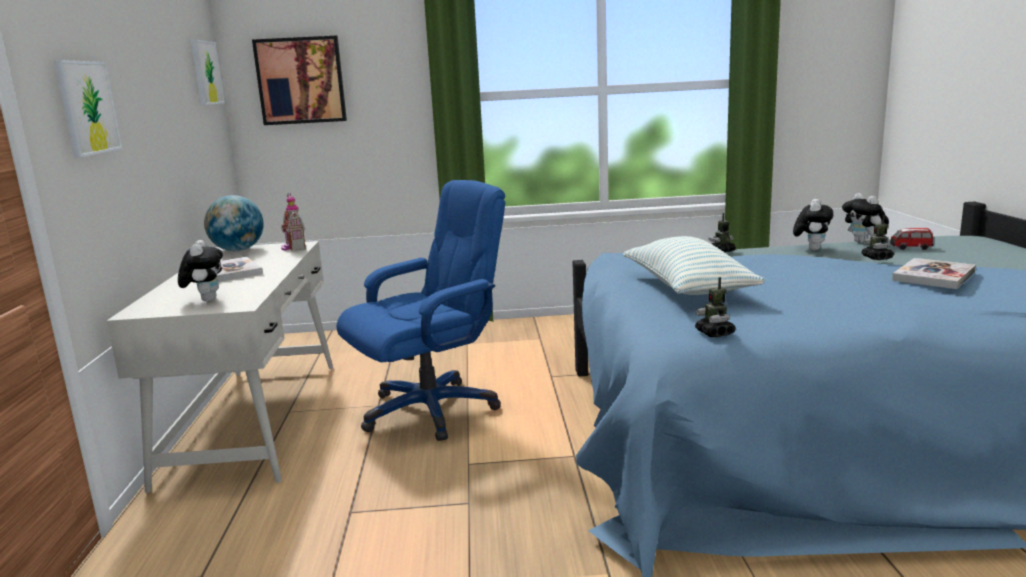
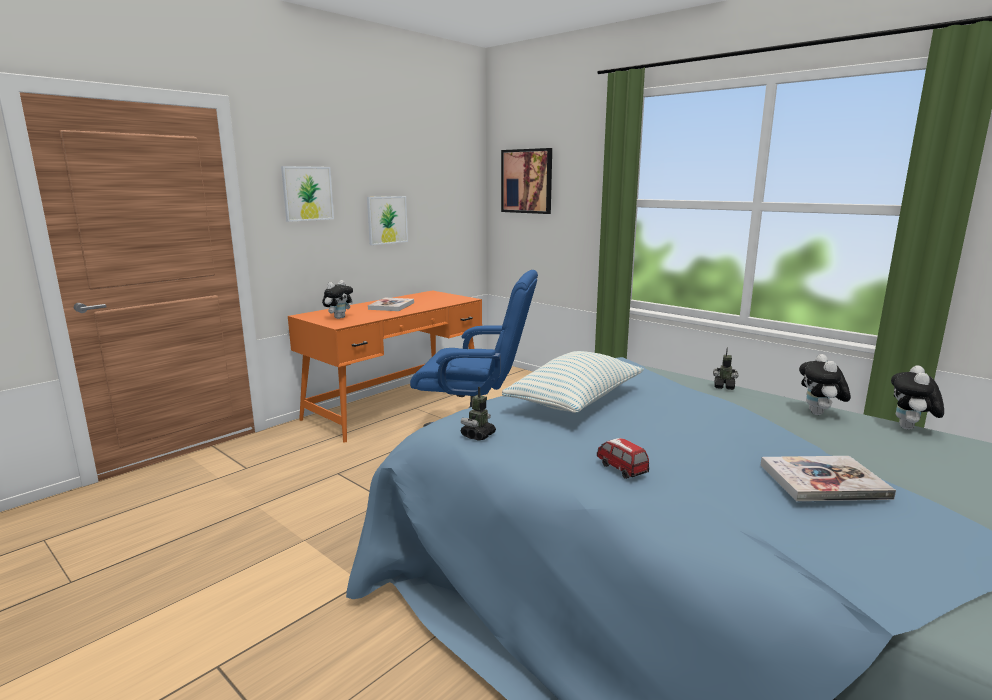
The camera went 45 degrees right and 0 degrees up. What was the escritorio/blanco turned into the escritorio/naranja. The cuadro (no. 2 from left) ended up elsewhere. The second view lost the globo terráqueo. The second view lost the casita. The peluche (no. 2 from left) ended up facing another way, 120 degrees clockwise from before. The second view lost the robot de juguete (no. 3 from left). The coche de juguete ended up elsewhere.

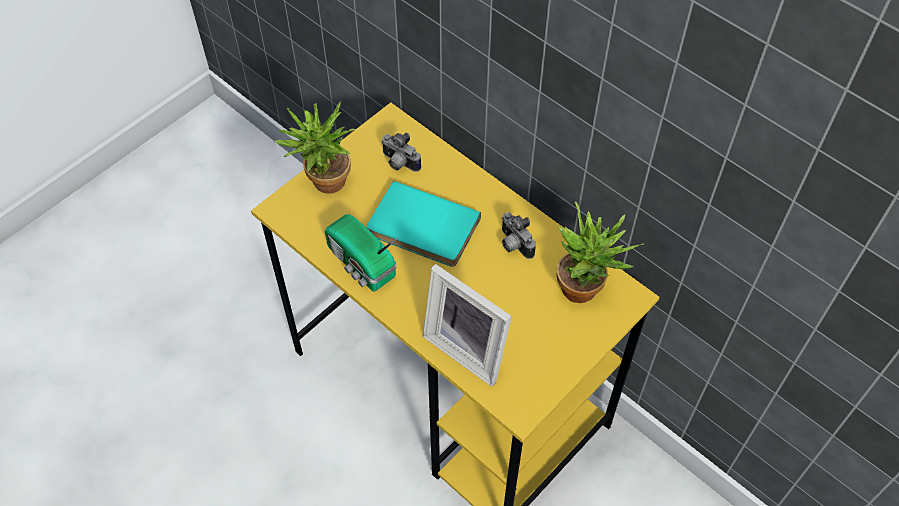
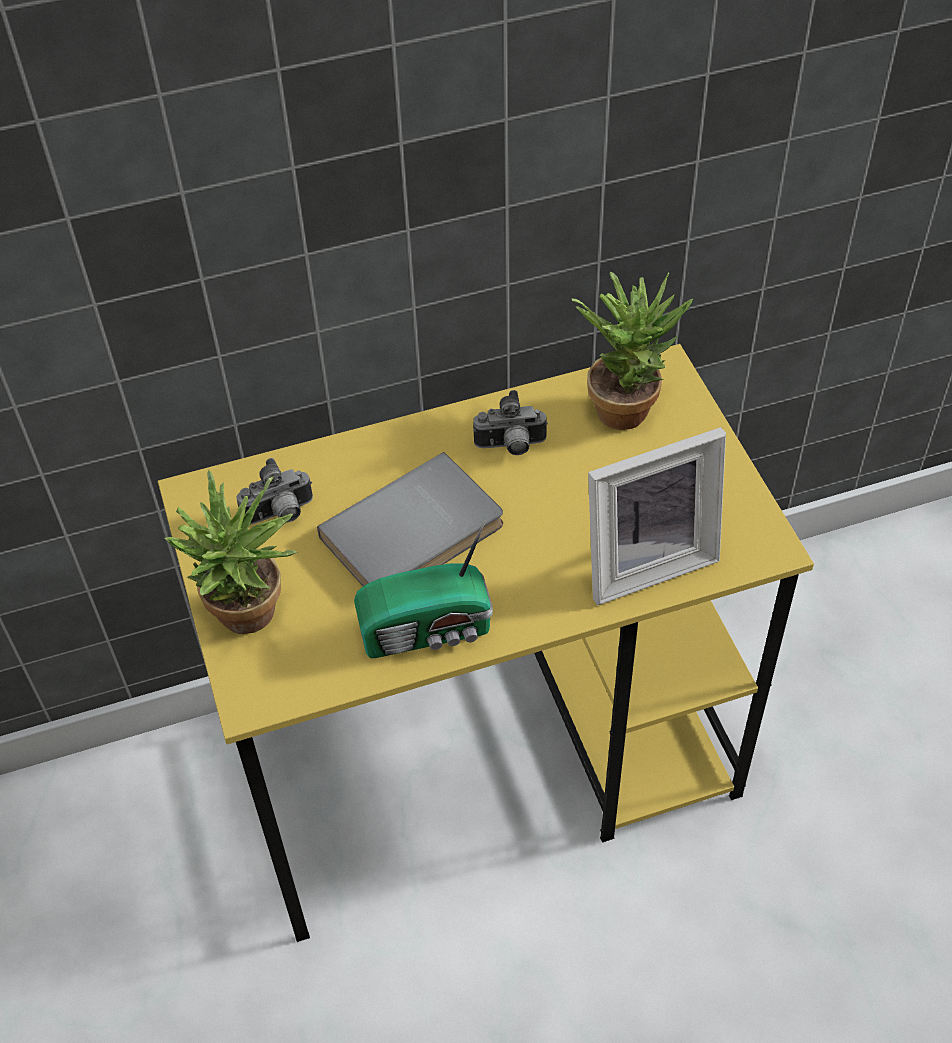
The camera went 60 degrees left and 5 degrees down. What was the libro/turquesa turned into the libro/gris.

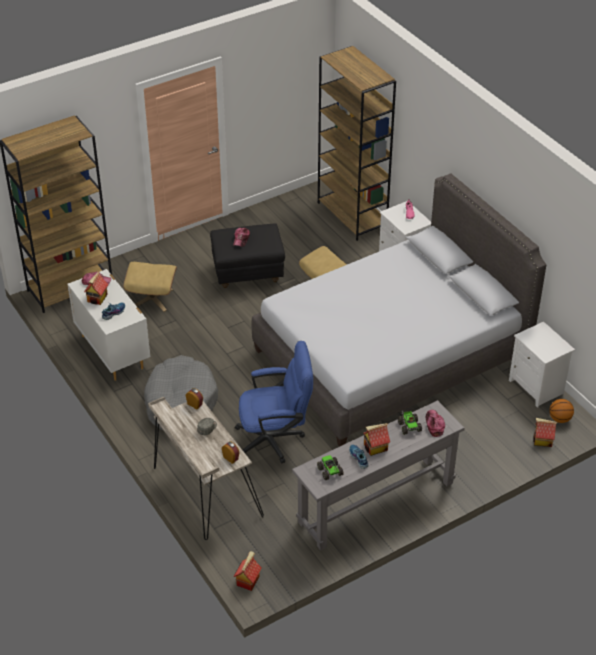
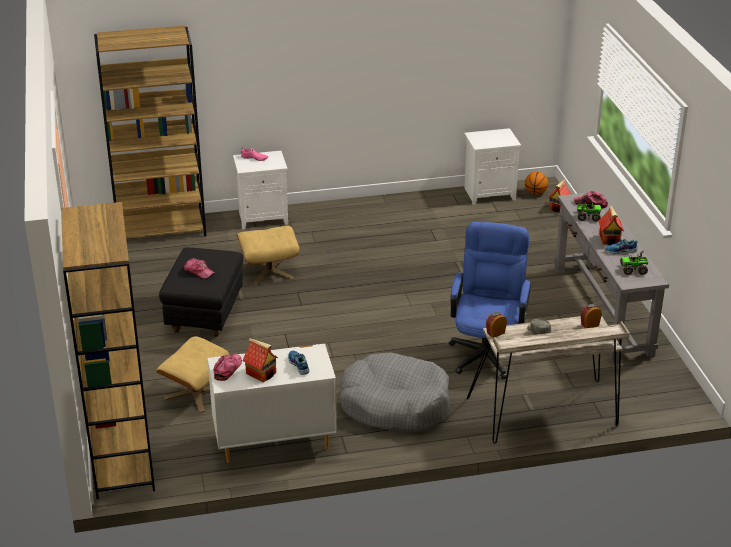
The camera went 70 degrees left and 10 degrees down. The second view lost the casita (no. 2 from left). The second view lost the cama/gris.

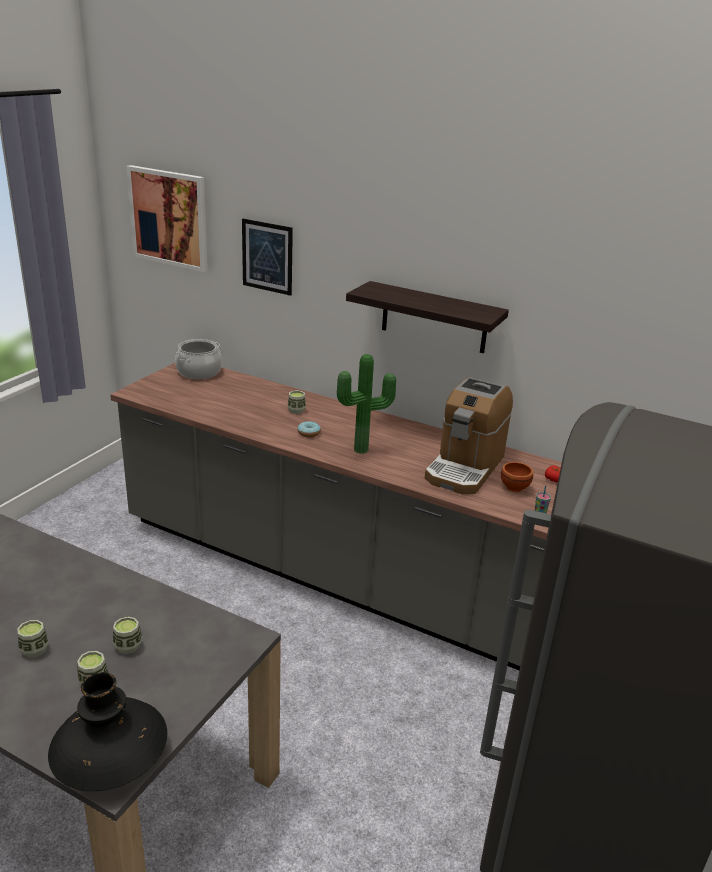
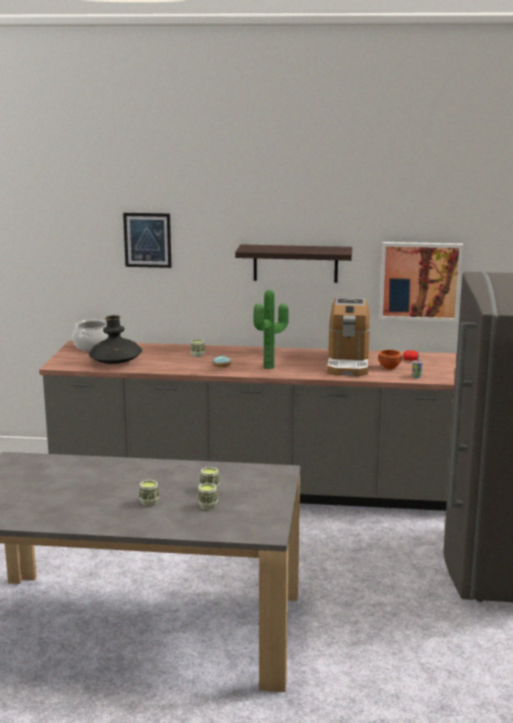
The camera went 20 degrees left and 10 degrees down. The florero/negro ended up elsewhere. The cuadro (no. 1 from left in the first image) ended up elsewhere.

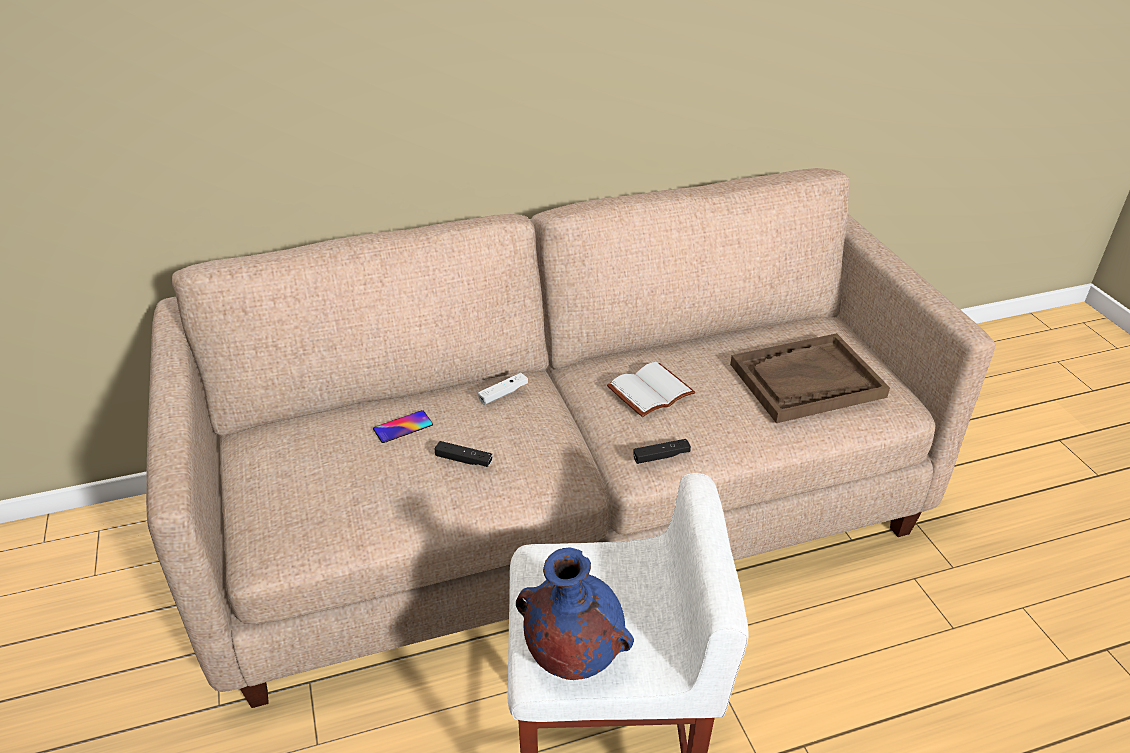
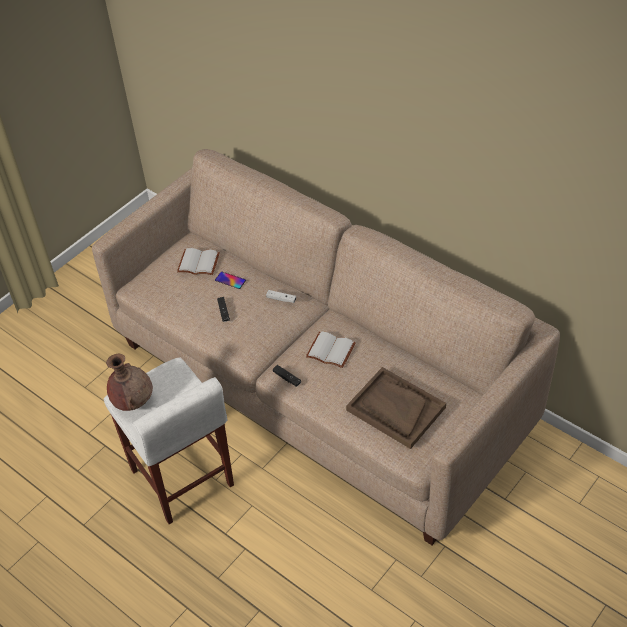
The camera went 60 degrees right and 10 degrees up. What was the florero/azul turned into the florero/marrón. The second view gained the libro/blanco (no. 1 from left).

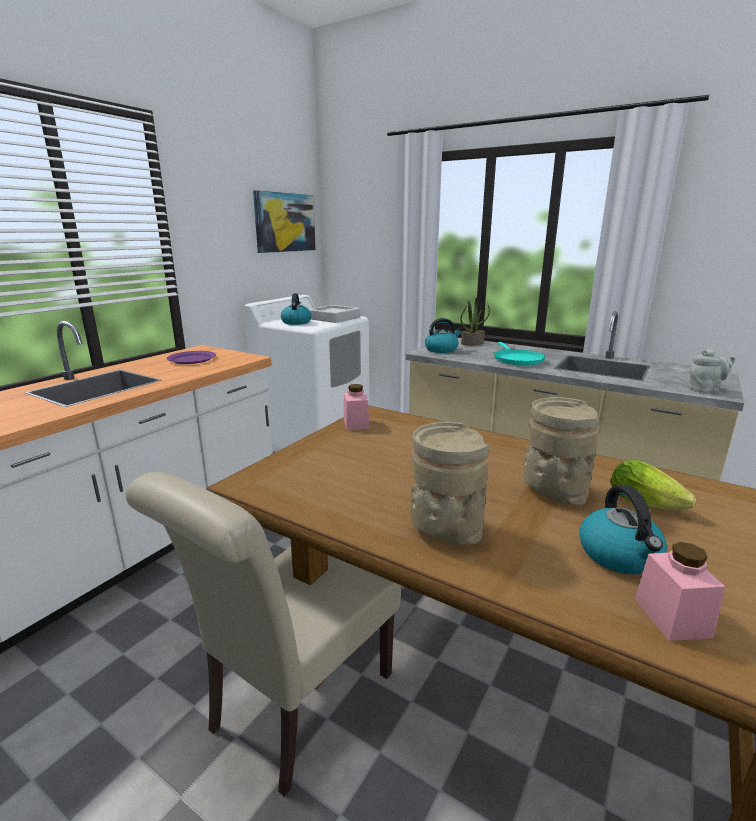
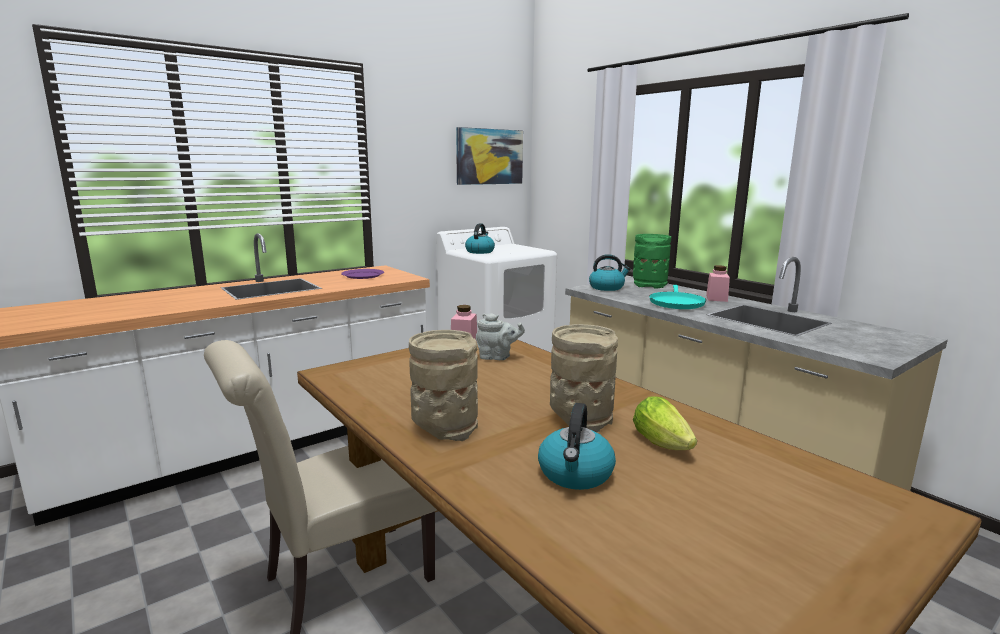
The camera went 20 degrees right and 5 degrees down. The second view lost the bandeja/gris. Where the planta en maceta stood, the florero/verde came to stand. The tarro/rosa (no. 2 from left) ended up elsewhere. The tetera/gris ended up elsewhere.

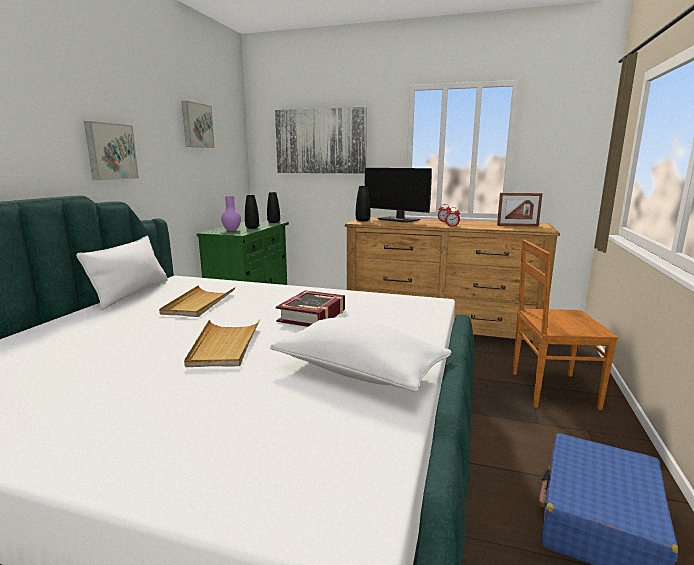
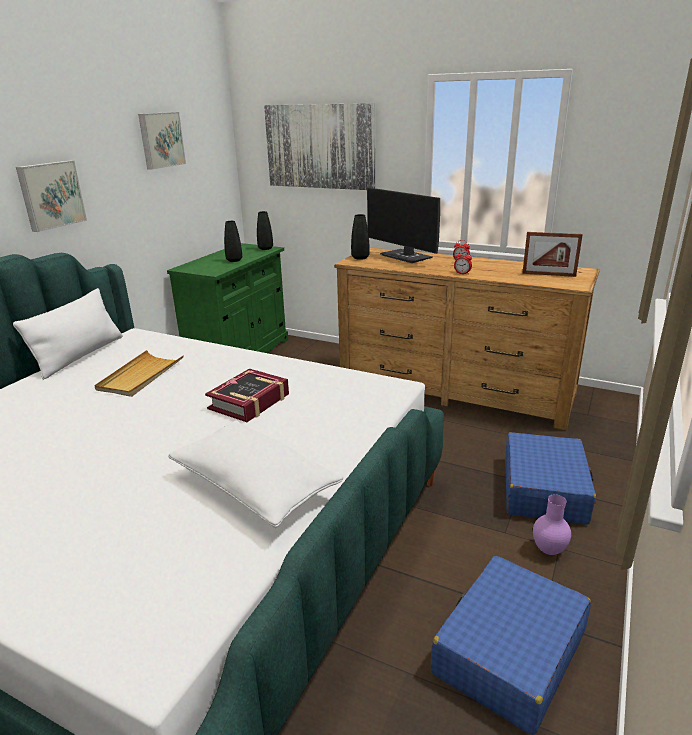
The camera went 10 degrees right and 10 degrees up. The second view lost the bandeja/beis (no. 2 from left). The florero/morado ended up elsewhere. Where the silla/marrón stood, the maleta/azul (no. 2 from left) came to stand.

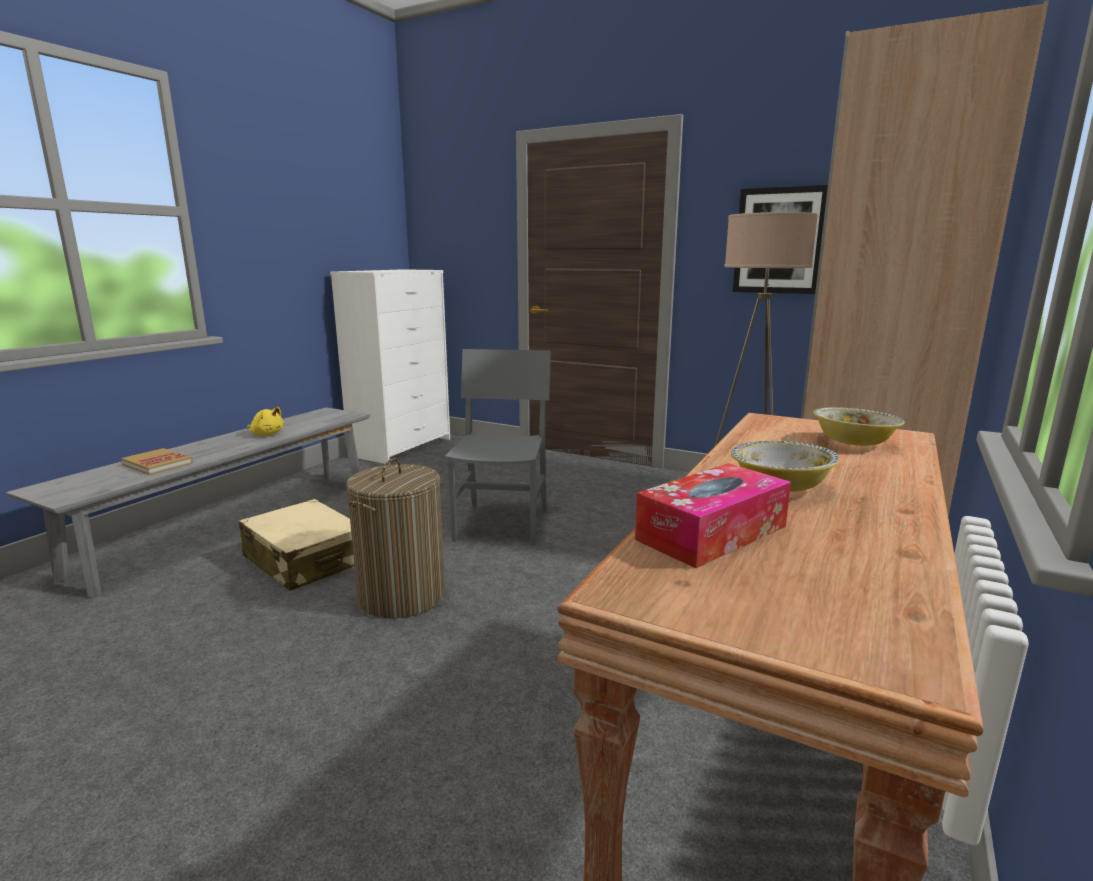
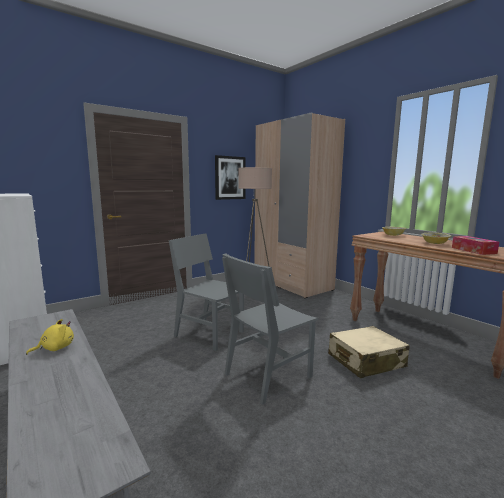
The camera went 65 degrees left and 5 degrees down. The second view lost the libro. The maleta/beis ended up elsewhere. Where the cesto de la ropa stood, the silla/gris (no. 2 from left) came to stand.

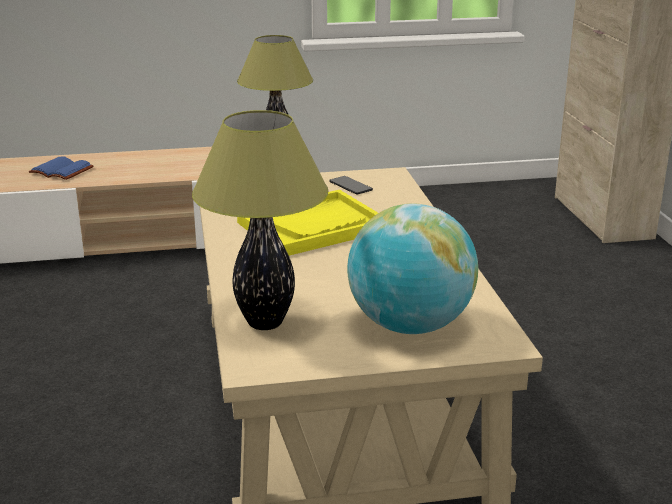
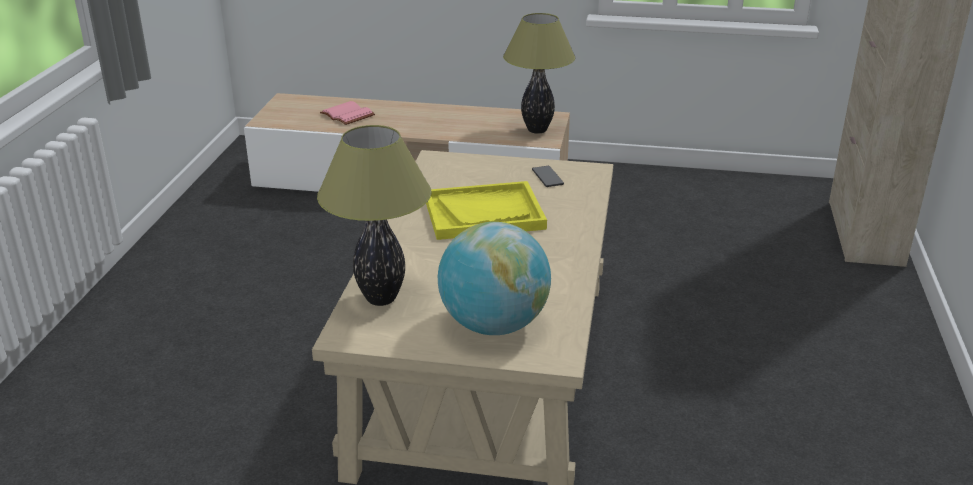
The camera went 20 degrees right and 5 degrees up. What was the libro/azul turned into the libro/rosa.

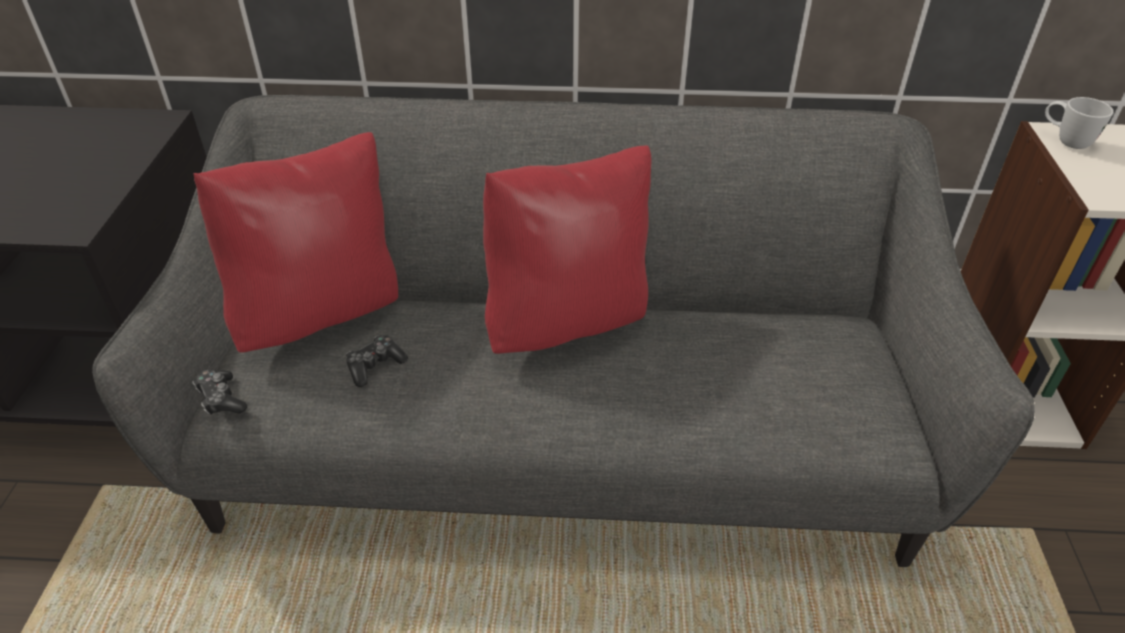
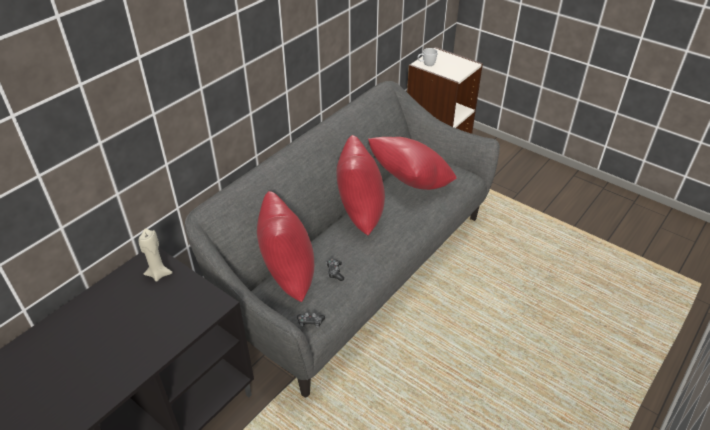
The camera went 55 degrees left and 0 degrees up. The second view gained the vela/beis. The second view gained the cojín/rojo (no. 3 from left).

